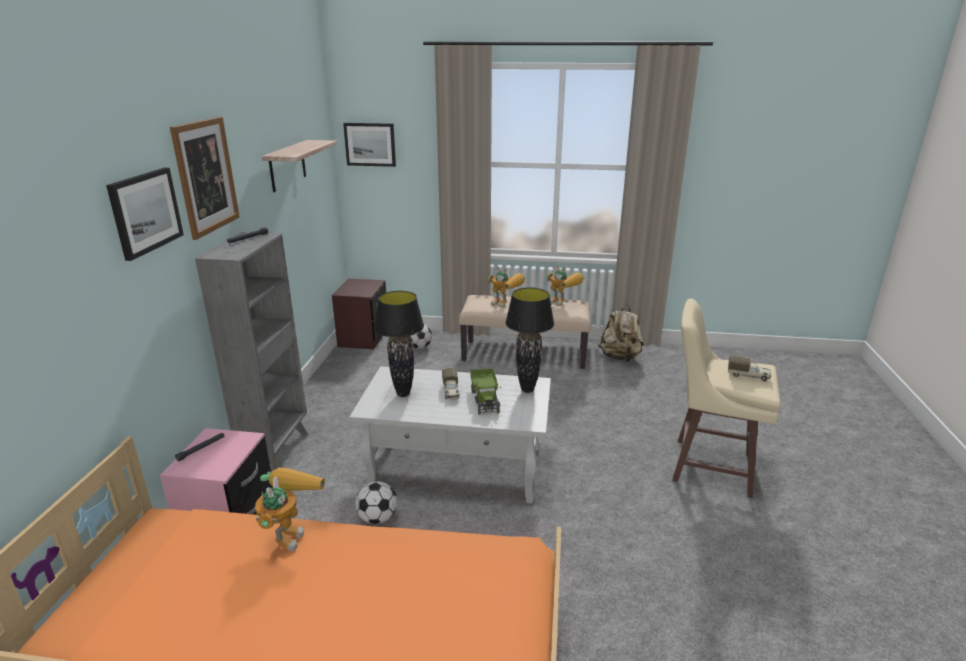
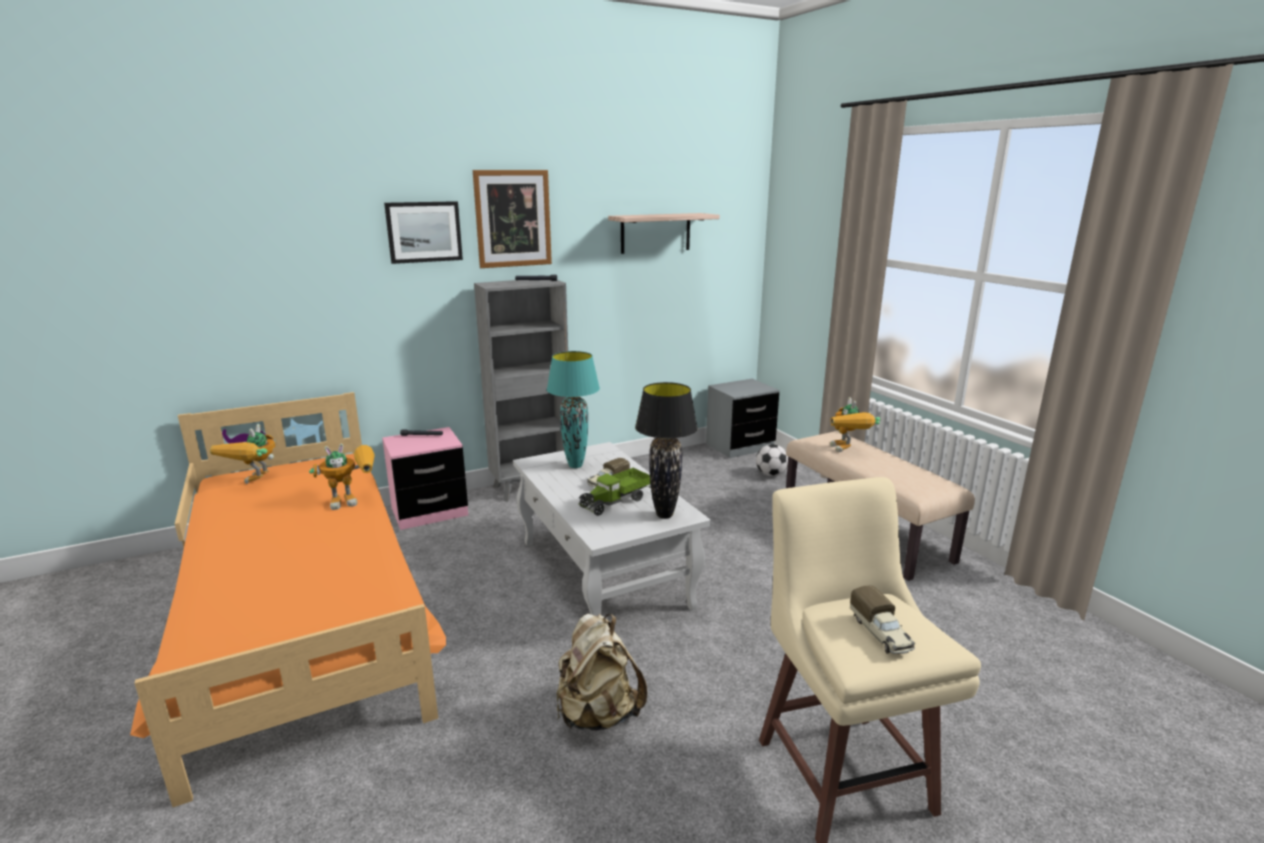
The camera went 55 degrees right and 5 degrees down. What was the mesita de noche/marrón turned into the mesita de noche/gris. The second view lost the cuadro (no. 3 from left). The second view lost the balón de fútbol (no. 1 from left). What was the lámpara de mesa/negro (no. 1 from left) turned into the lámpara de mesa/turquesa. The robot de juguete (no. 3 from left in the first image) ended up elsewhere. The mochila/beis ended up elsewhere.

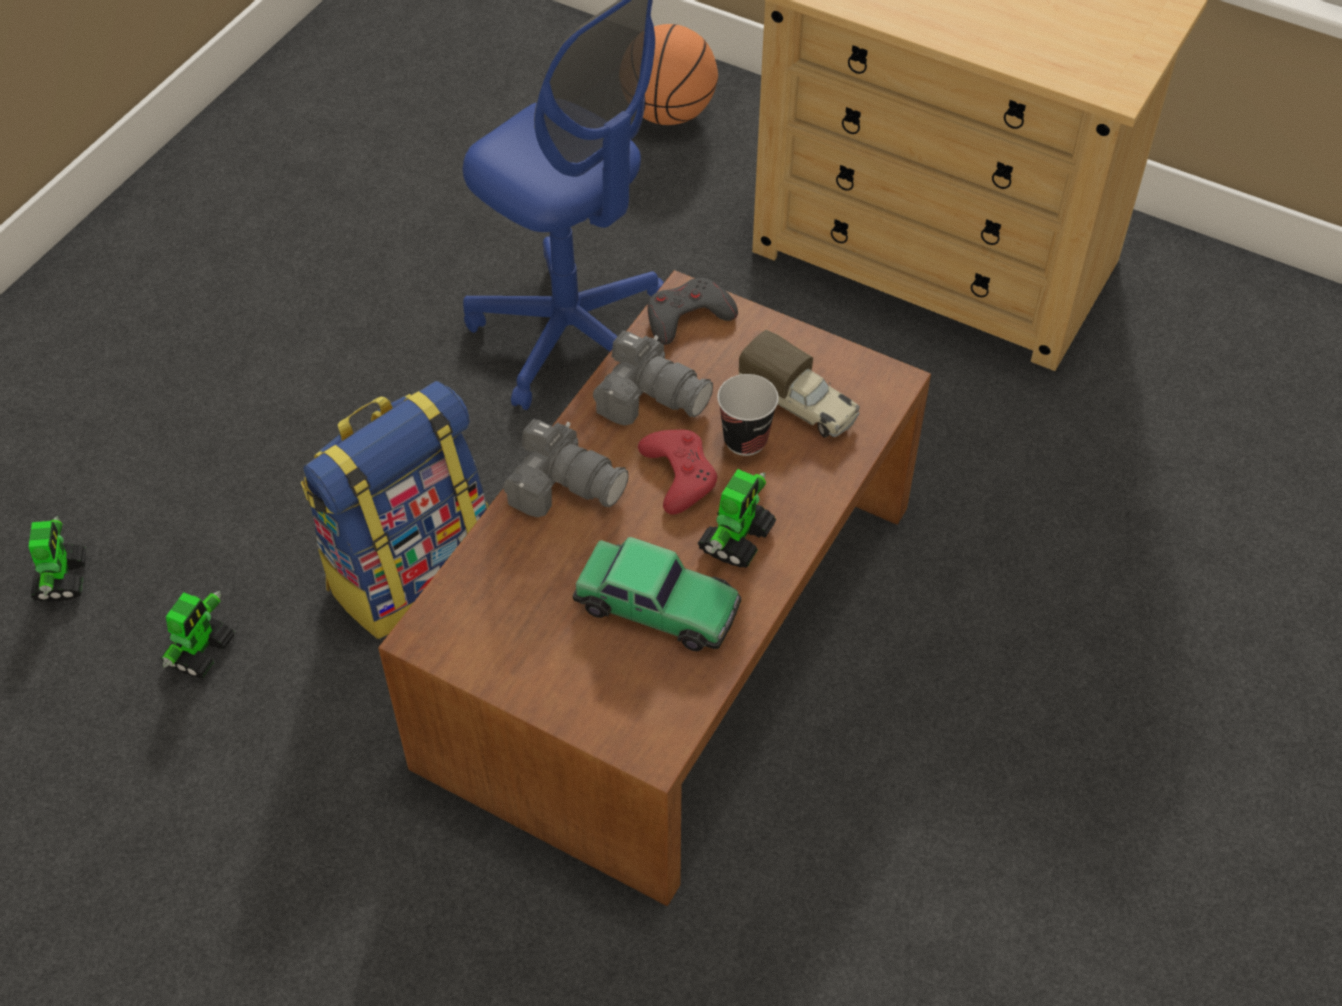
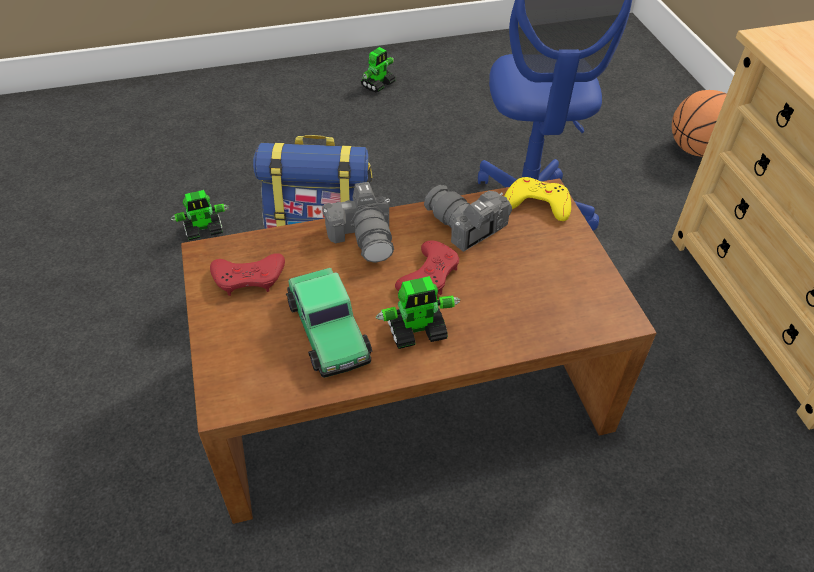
The camera went 45 degrees right and 5 degrees down. The robot de juguete (no. 1 from left in the first image) ended up elsewhere. The cámara (no. 2 from left) ended up facing another way, 150 degrees clockwise from before. What was the mando de consola/gris turned into the mando de consola/amarillo. The second view lost the taza. The second view lost the camión de juguete. The second view gained the mando de consola/rojo (no. 1 from left).

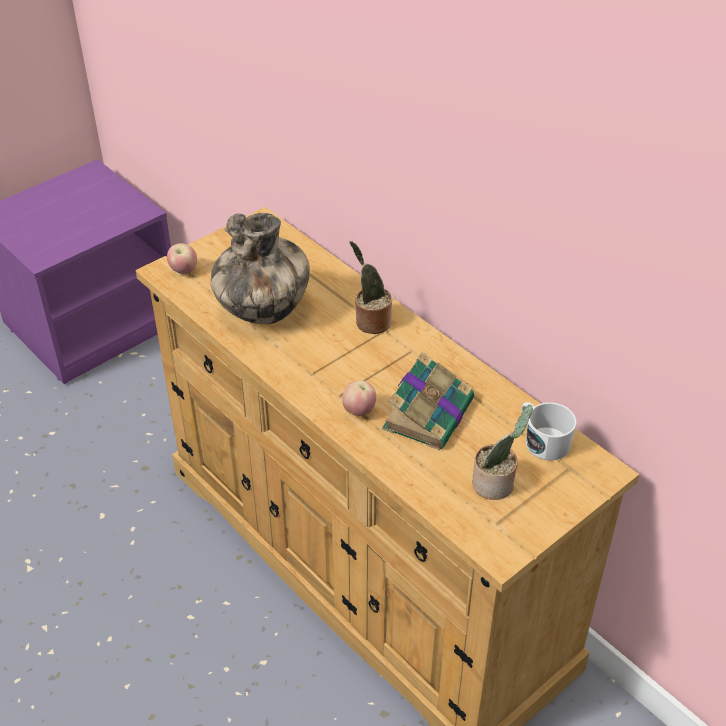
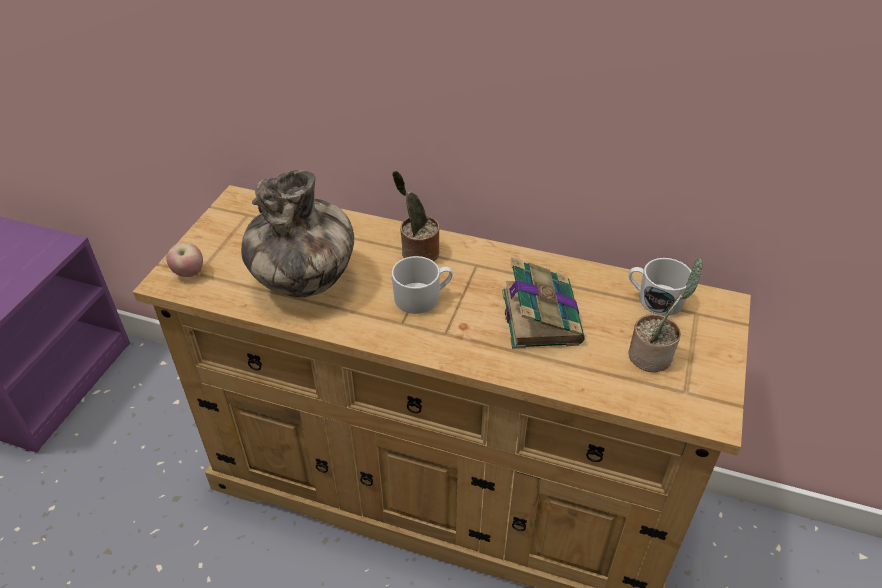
The camera went 30 degrees left and 0 degrees up. The second view lost the manzana (no. 2 from left). The second view gained the taza grande/blanco (no. 1 from left).

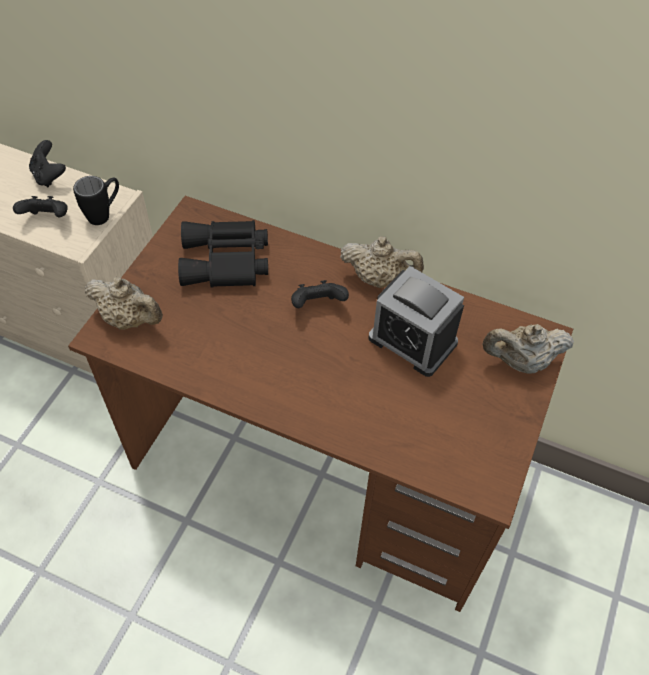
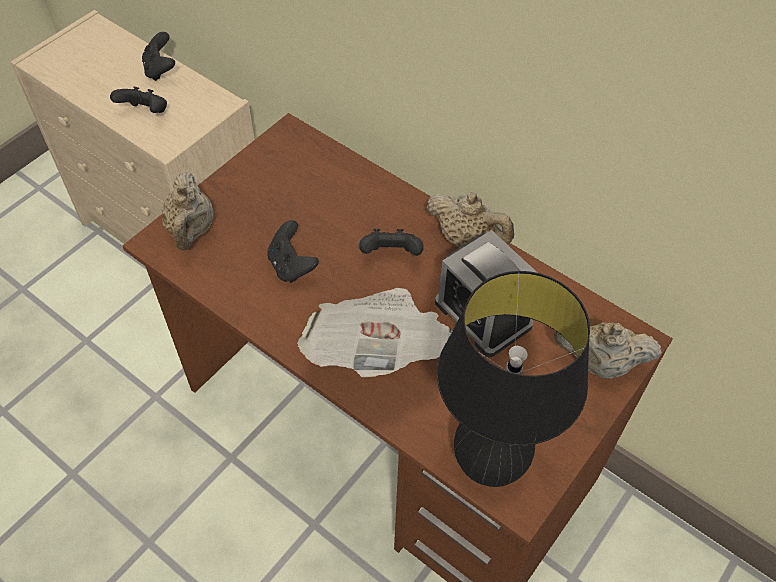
The camera went 15 degrees right and 0 degrees up. The second view lost the taza grande/negro. The tetera/beis (no. 1 from left) ended up facing another way, 45 degrees clockwise from before. The second view lost the prismáticos/negro. The second view gained the mando de consola/negro (no. 3 from left). The second view gained the periódico. The second view gained the lámpara de mesa/negro.

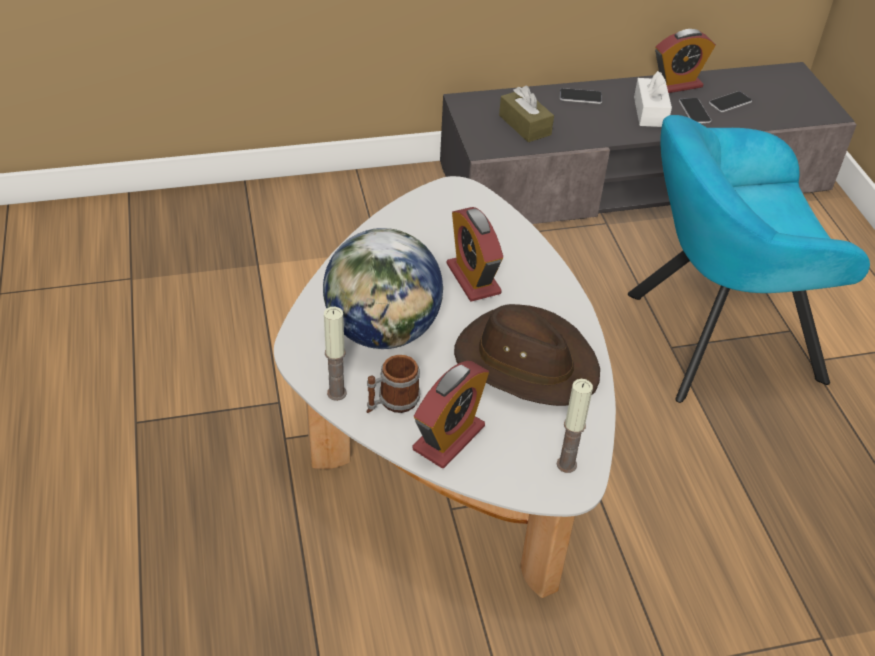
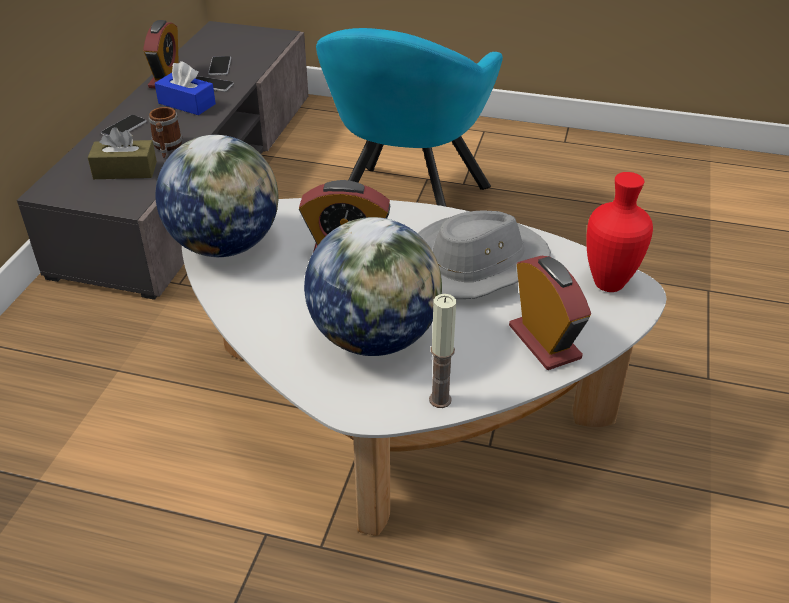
The camera went 60 degrees left and 5 degrees down. The taza grande ended up elsewhere. What was the sombrero/marrón turned into the sombrero/gris. Where the vela (no. 2 from left) stood, the florero/rojo came to stand. What was the caja de pañuelos/blanco turned into the caja de pañuelos/azul. The second view gained the globo terráqueo (no. 1 from left).

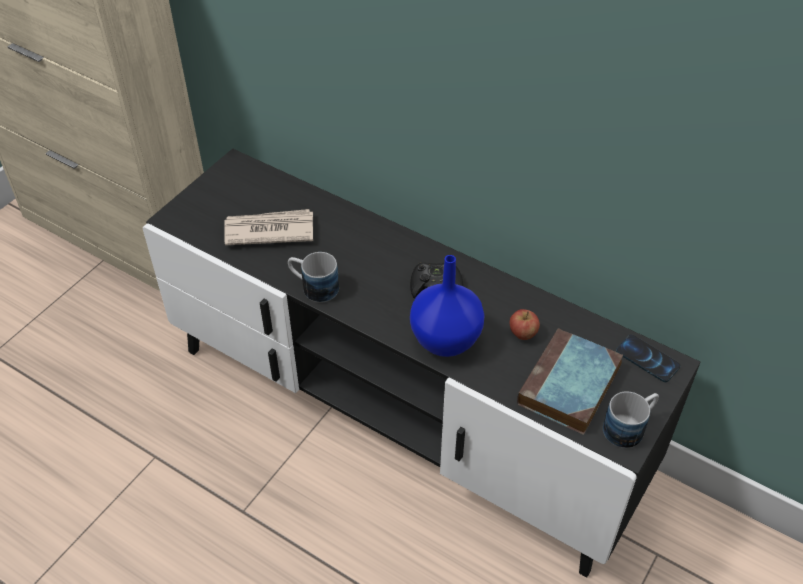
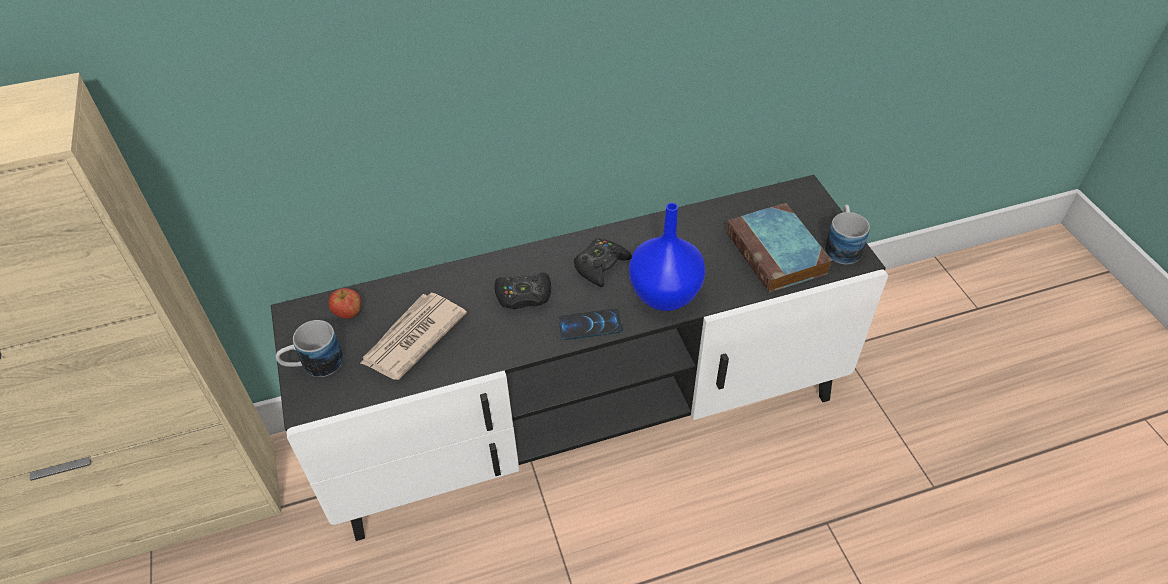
The camera went 50 degrees left and 0 degrees up. The taza grande (no. 1 from left) ended up elsewhere. The manzana ended up elsewhere. The móvil ended up elsewhere. The second view gained the mando de consola/negro (no. 1 from left).

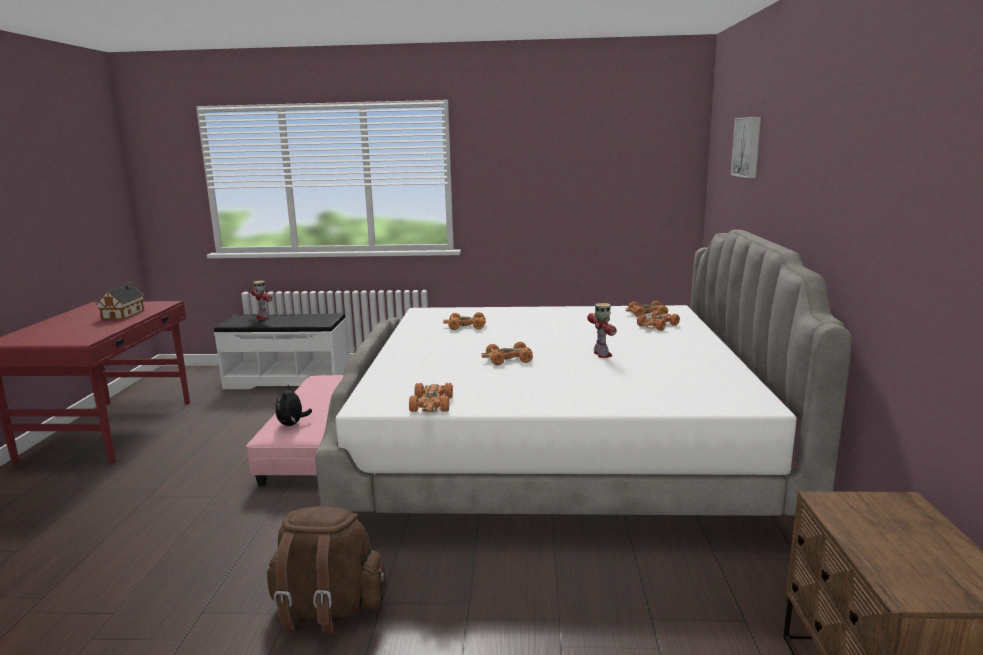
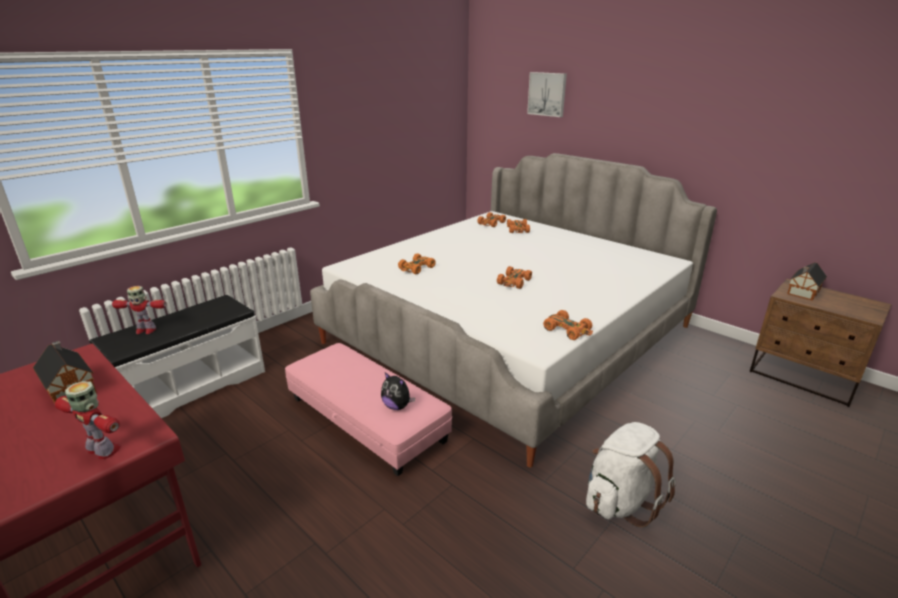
The camera went 50 degrees left and 10 degrees up. What was the mochila/marrón turned into the mochila/blanco. The robot de juguete (no. 2 from left in the first image) ended up elsewhere. The second view gained the casita (no. 2 from left).

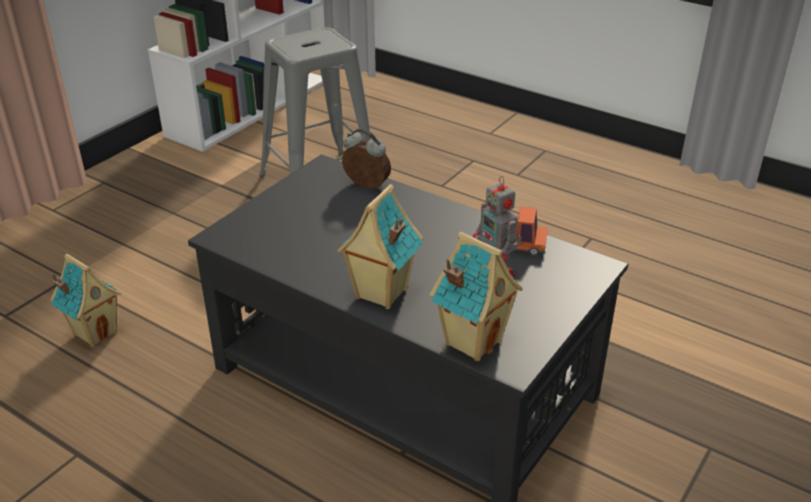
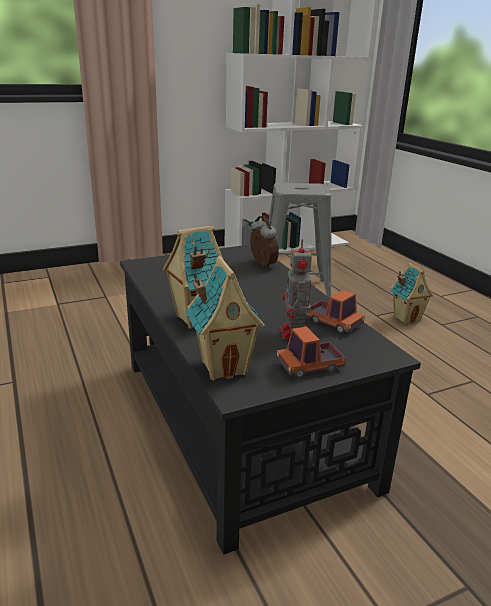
The camera went 30 degrees right and 10 degrees down. The casita (no. 1 from left in the first image) ended up elsewhere. The second view gained the camión de juguete (no. 1 from left).

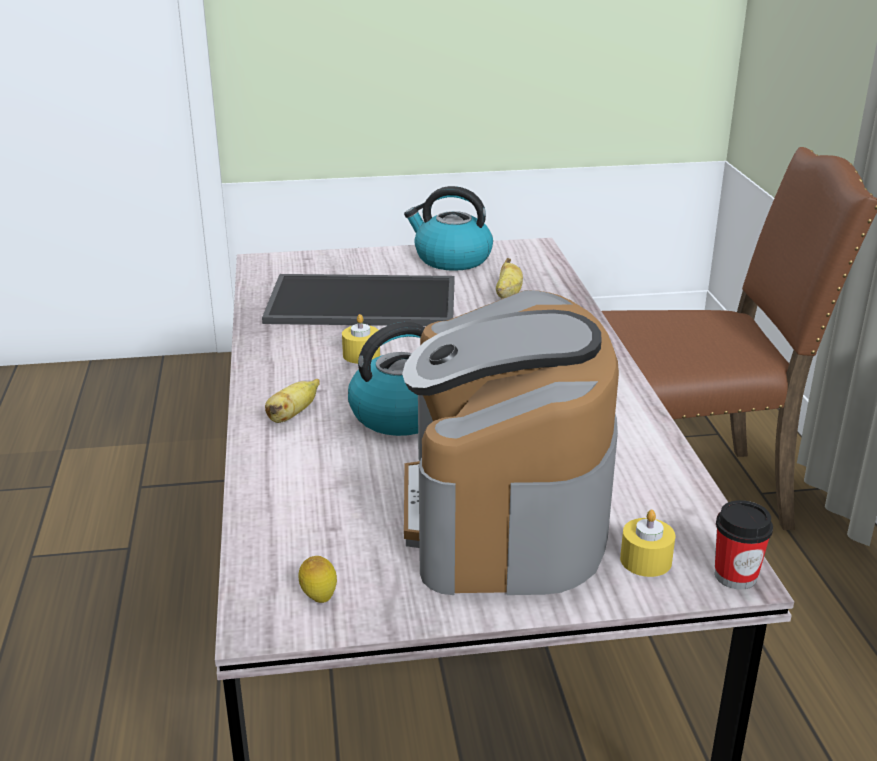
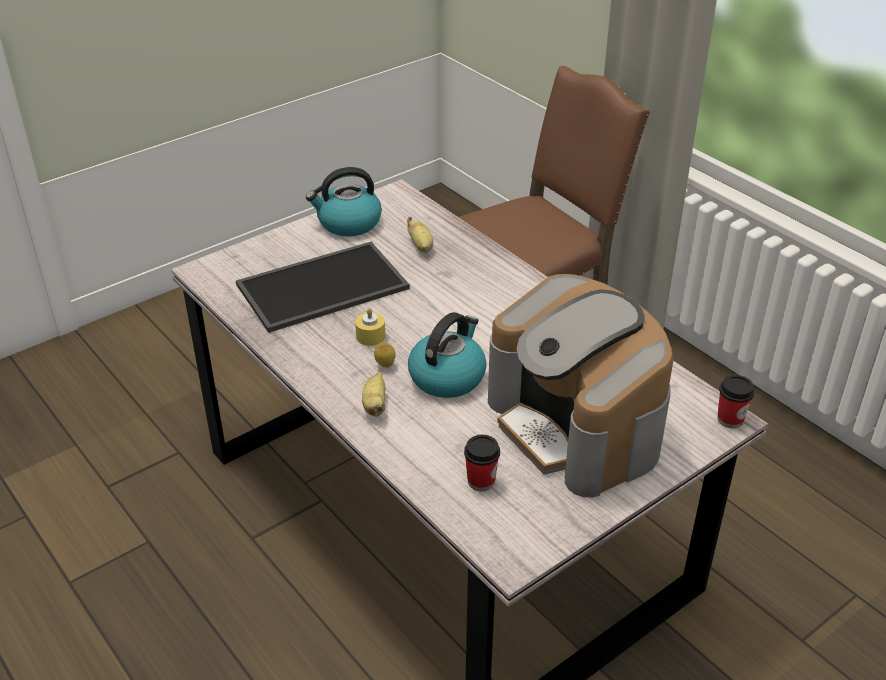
The camera went 30 degrees left and 10 degrees up. The limón ended up elsewhere. The second view lost the vela/amarillo (no. 2 from left). The second view gained the taza (no. 1 from left).

